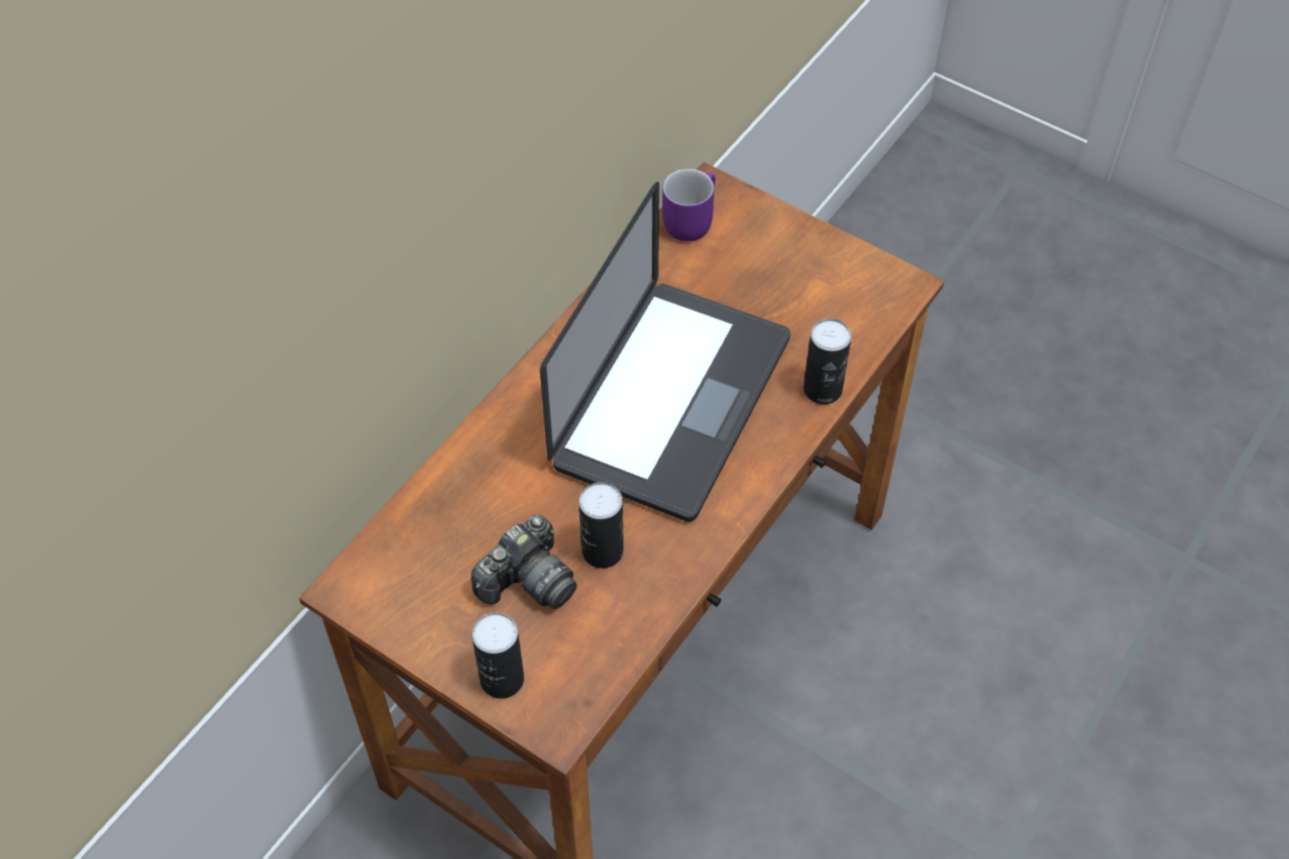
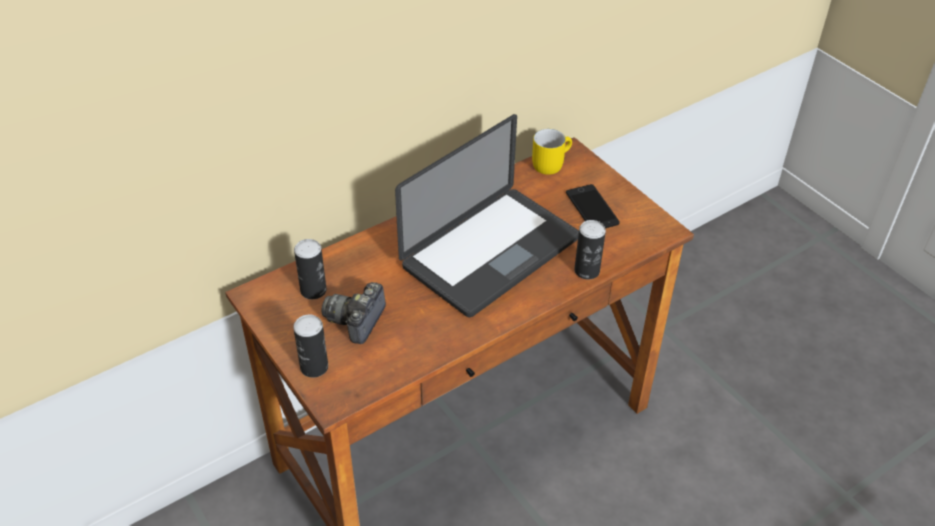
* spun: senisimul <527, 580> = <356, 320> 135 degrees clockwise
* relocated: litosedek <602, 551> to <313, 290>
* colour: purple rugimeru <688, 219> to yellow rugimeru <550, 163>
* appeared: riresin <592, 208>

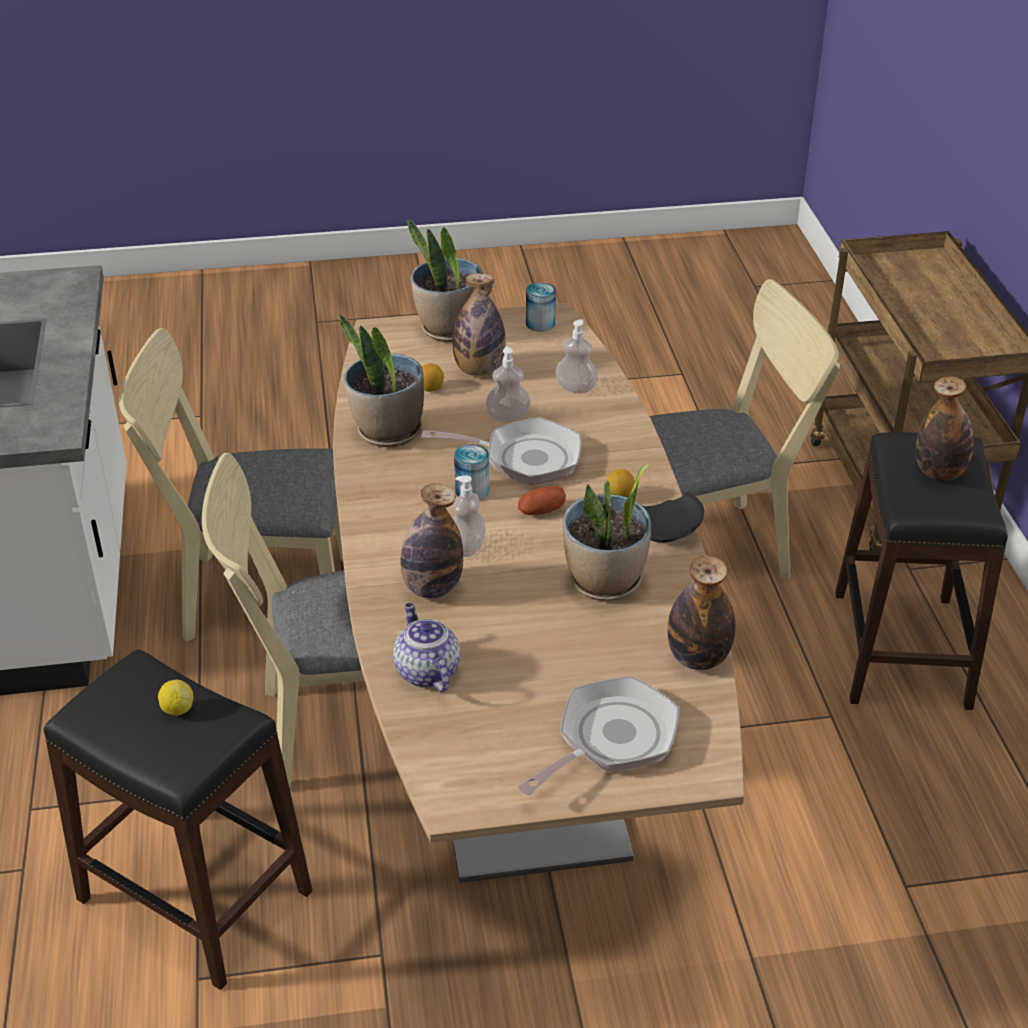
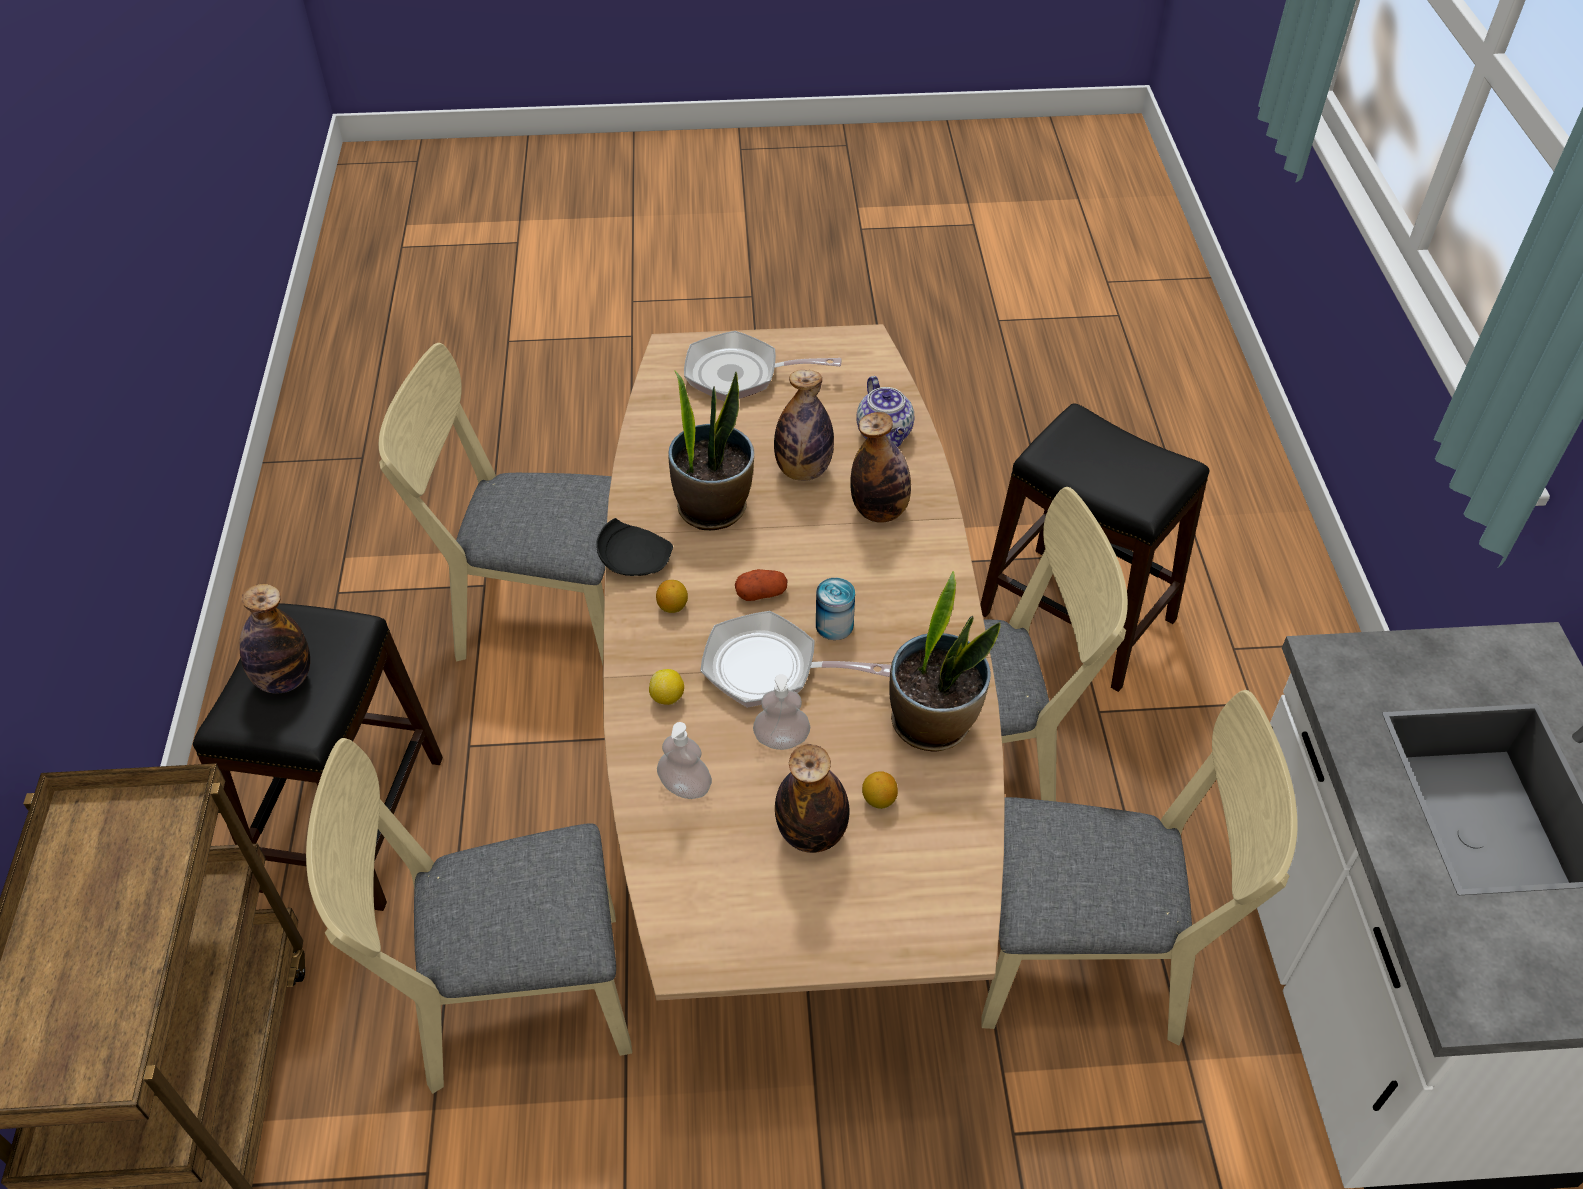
* relocated: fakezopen <177, 709> to <668, 697>
* missing: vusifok <449, 330>
* missing: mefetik <467, 547>
* spun: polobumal <610, 739> = <740, 374> 45 degrees clockwise
* missing: litosedek <540, 323>
* relocated: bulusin <698, 658> to <803, 470>
* appeared: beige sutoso <534, 615>

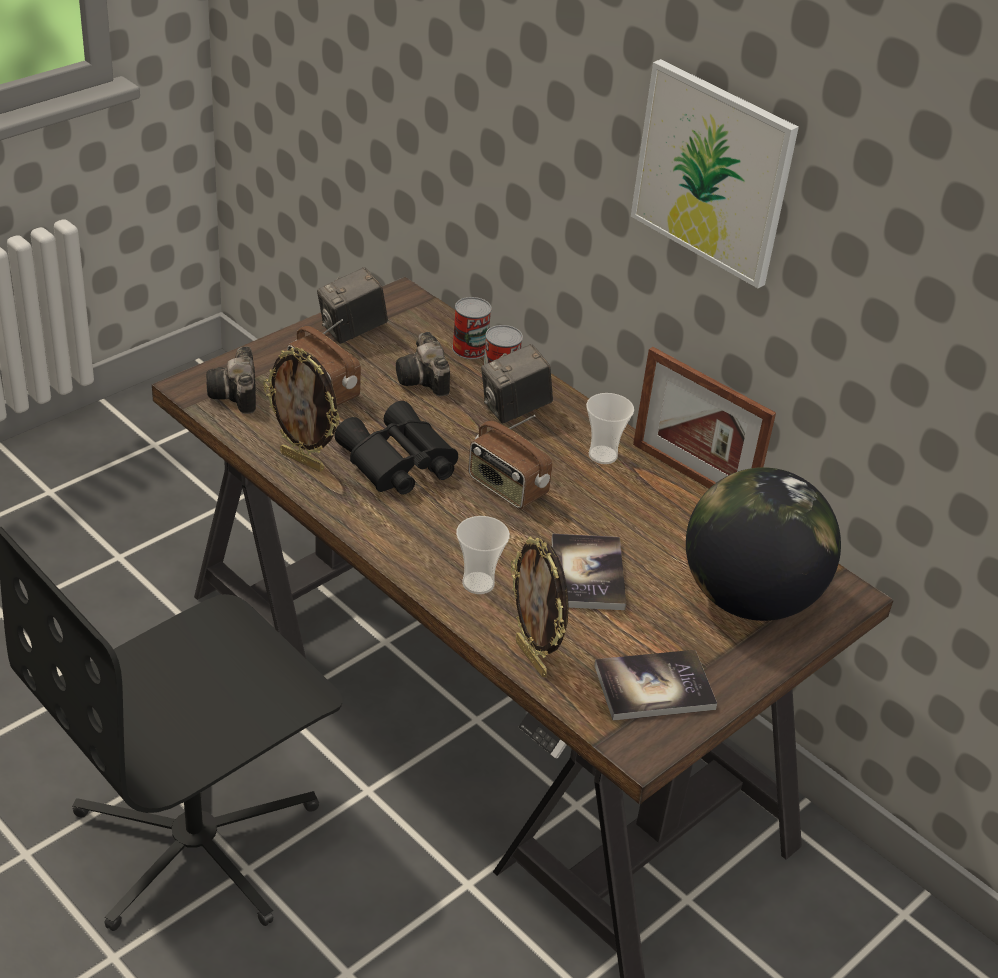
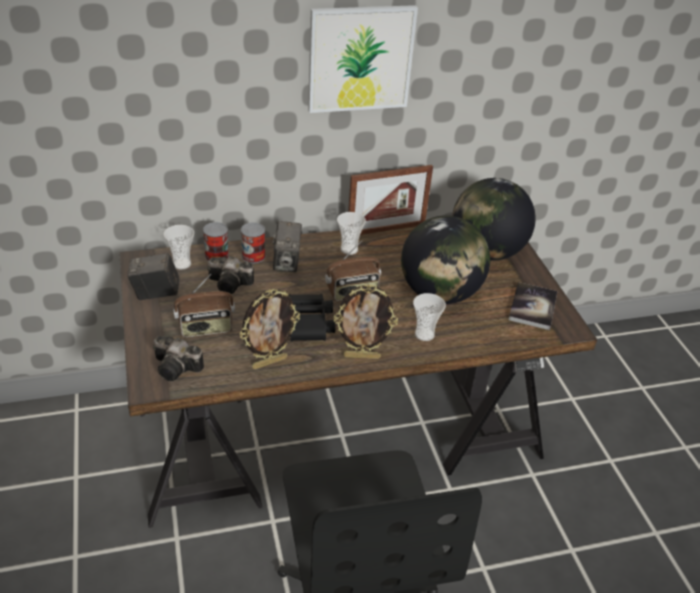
* spun: senisimul <352, 331> = <156, 293> 90 degrees clockwise
* relocated: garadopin <532, 658> to <362, 356>
* exchanged: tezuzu <587, 574> to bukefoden <439, 294>
* appeared: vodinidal <181, 264>

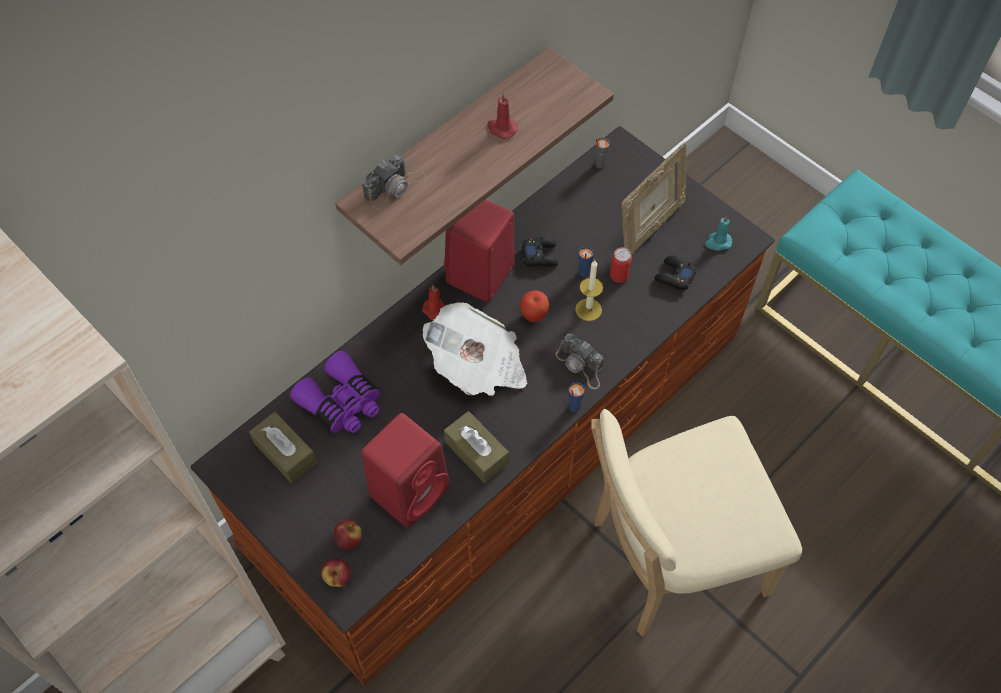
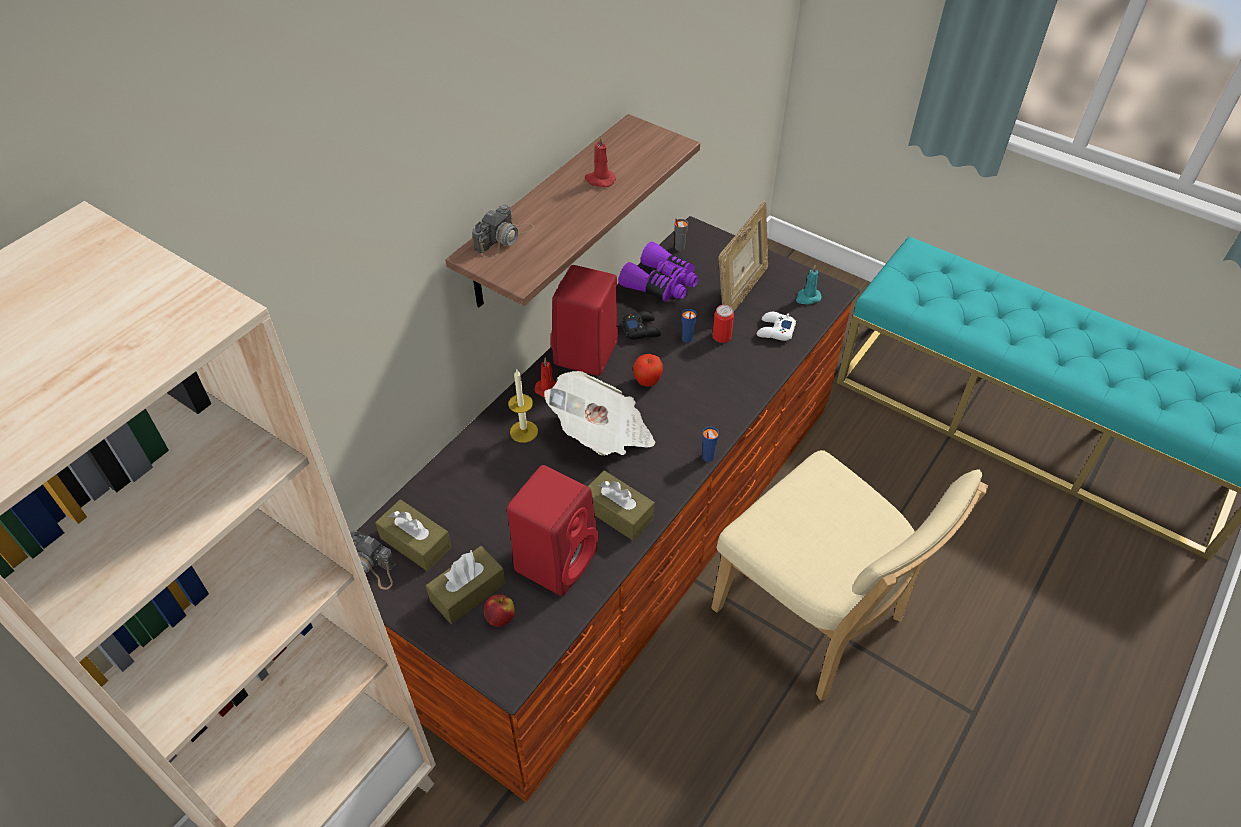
* relocated: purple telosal <342, 403> to <661, 284>
* missing: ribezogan <338, 577>
* relocated: senisimul <580, 365> to <371, 565>
* relocated: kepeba <588, 309> to <524, 431>
* spun: beige sutoso <670, 558> = <815, 619> 105 degrees counterclockwise
* colour: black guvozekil <674, 276> to white guvozekil <775, 330>
* appeared: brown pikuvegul <468, 592>

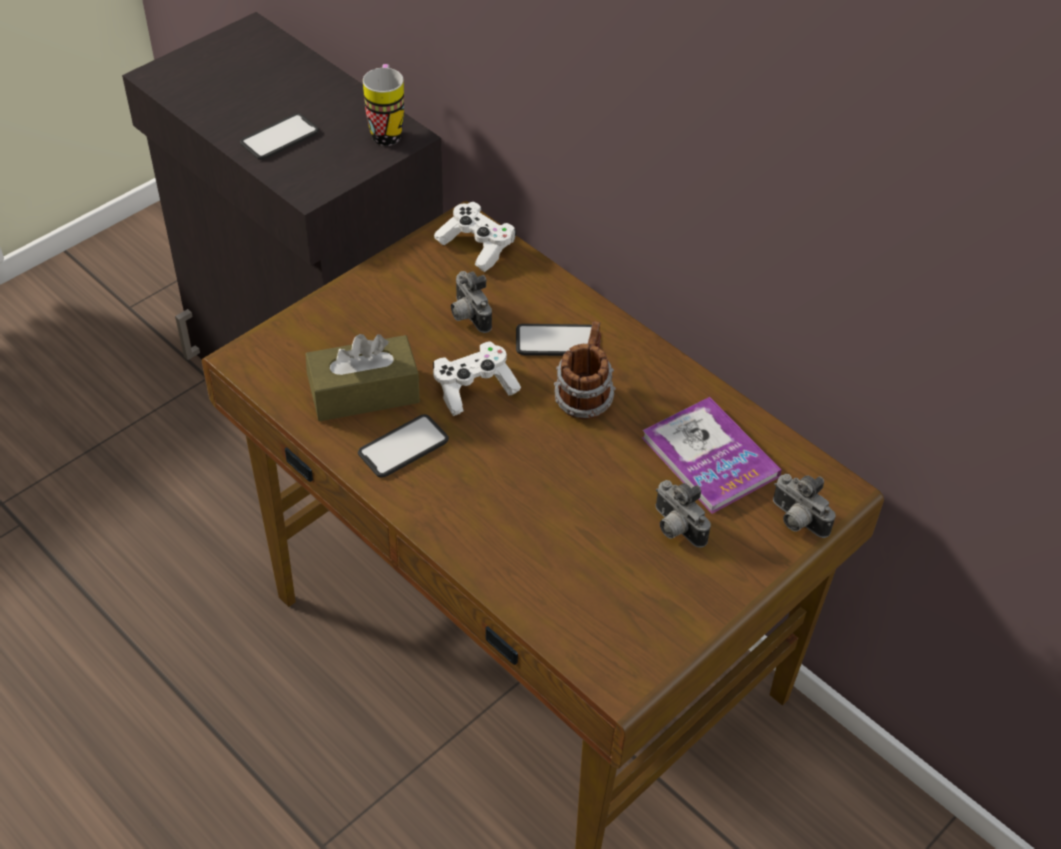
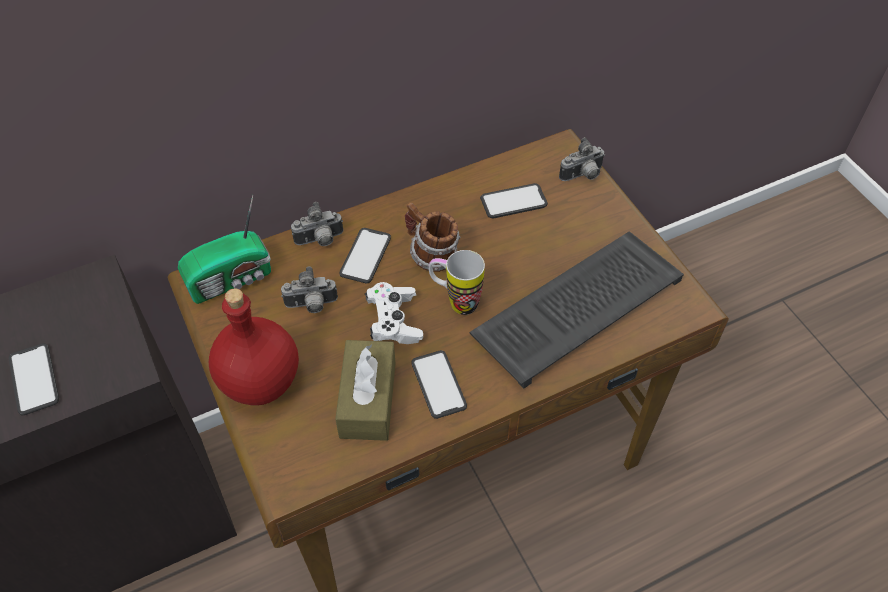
* relocated: rugimeru <387, 131> to <455, 301>
* exchanged: white guvozekil <476, 246> to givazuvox <232, 279>
* exchanged: tezuzu <709, 457> to riresin <513, 202>
* relocated: senisimul <675, 528> to <320, 240>
* appeared: red bulusin <262, 380>
* appeared: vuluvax <578, 305>

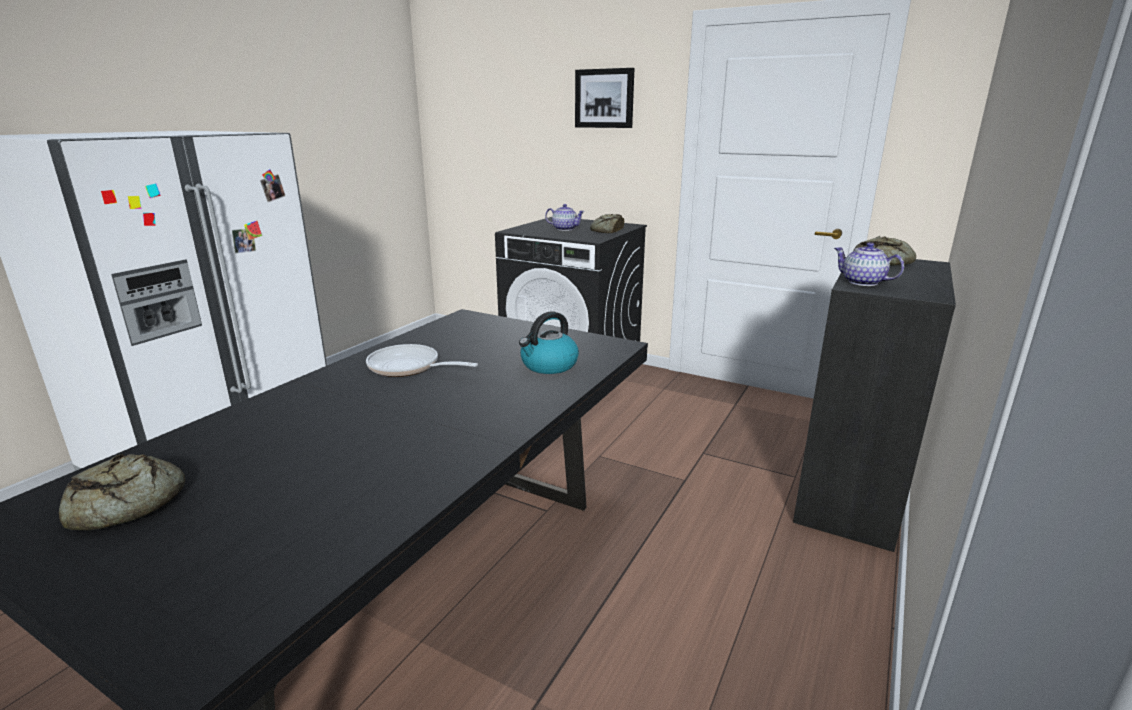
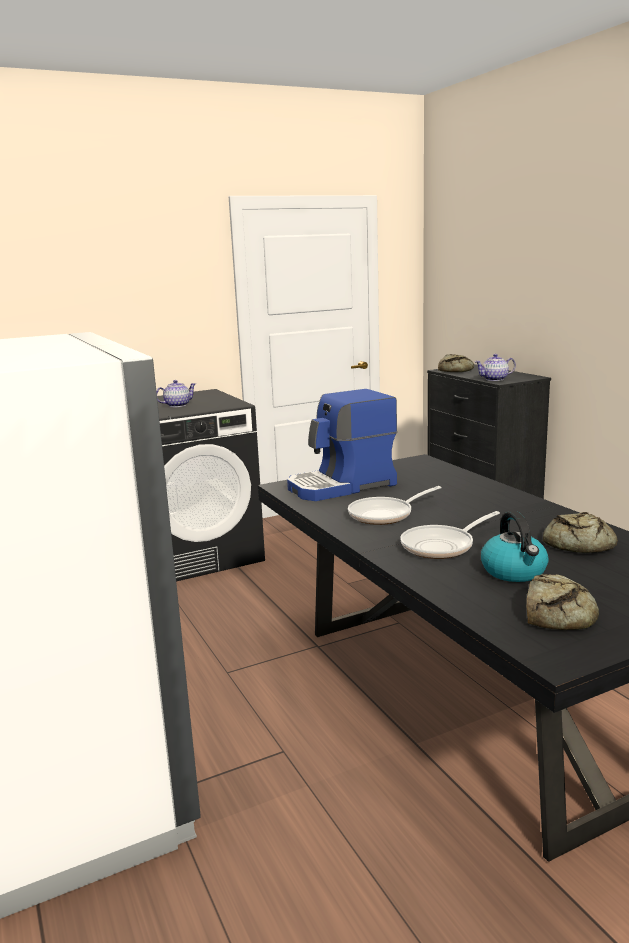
* relocated: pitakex <548, 365> to <514, 571>
* missing: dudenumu <604, 98>
* relocated: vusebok <607, 231> to <576, 543>
* appeared: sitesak <342, 486>
* appeared: polobumal <442, 546>

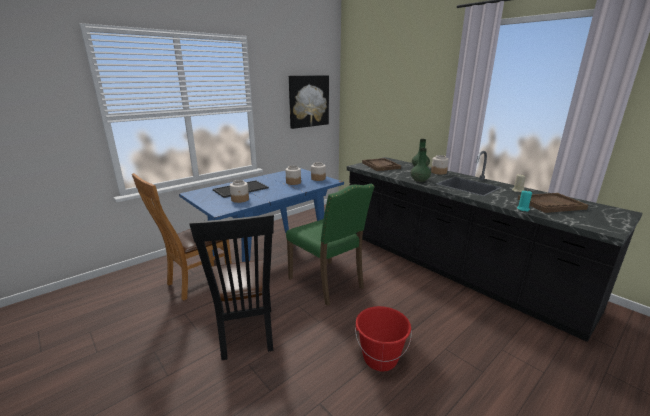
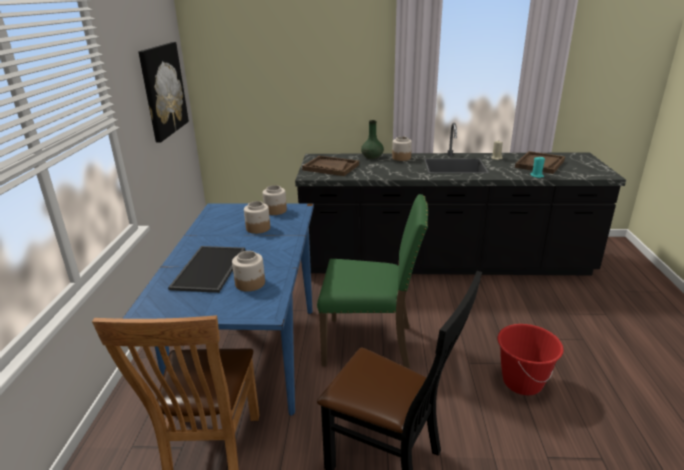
* missing: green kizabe <419, 180>

